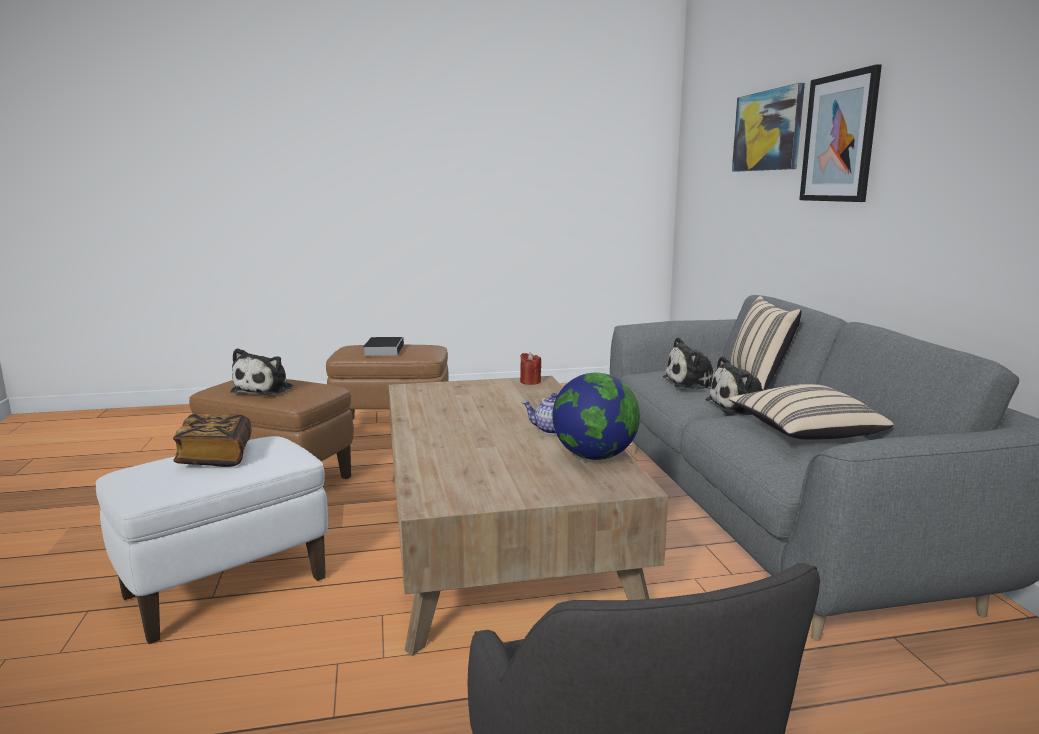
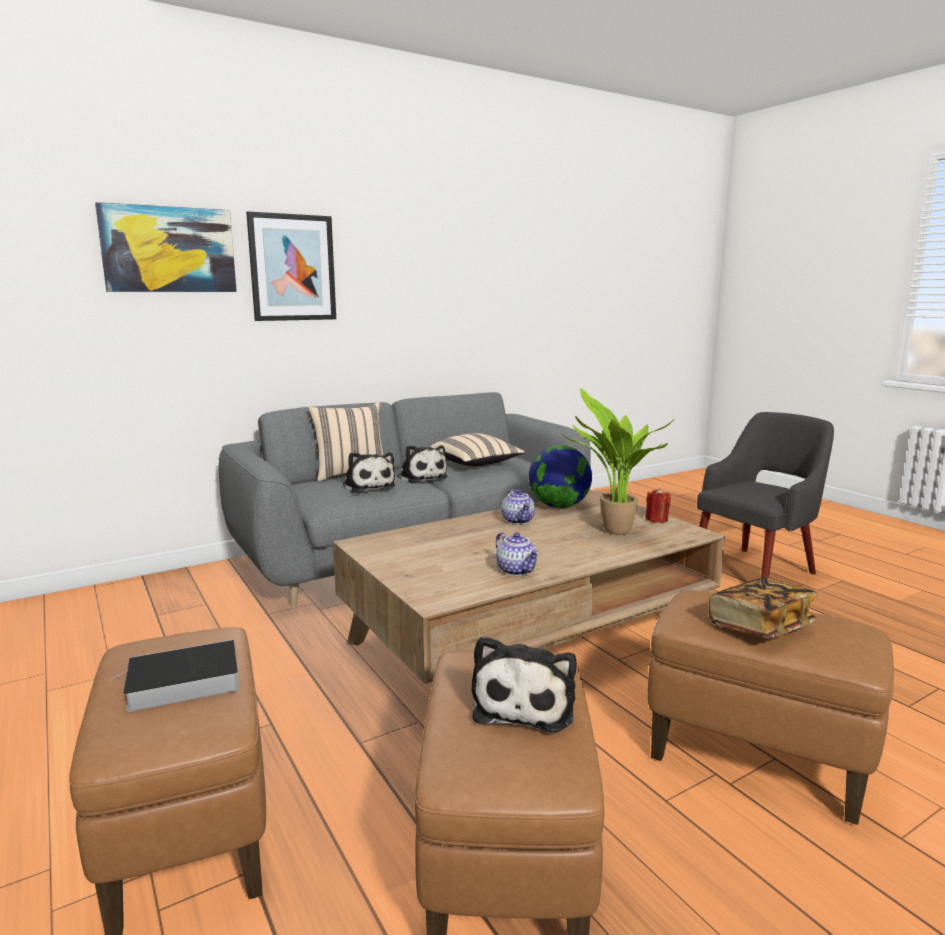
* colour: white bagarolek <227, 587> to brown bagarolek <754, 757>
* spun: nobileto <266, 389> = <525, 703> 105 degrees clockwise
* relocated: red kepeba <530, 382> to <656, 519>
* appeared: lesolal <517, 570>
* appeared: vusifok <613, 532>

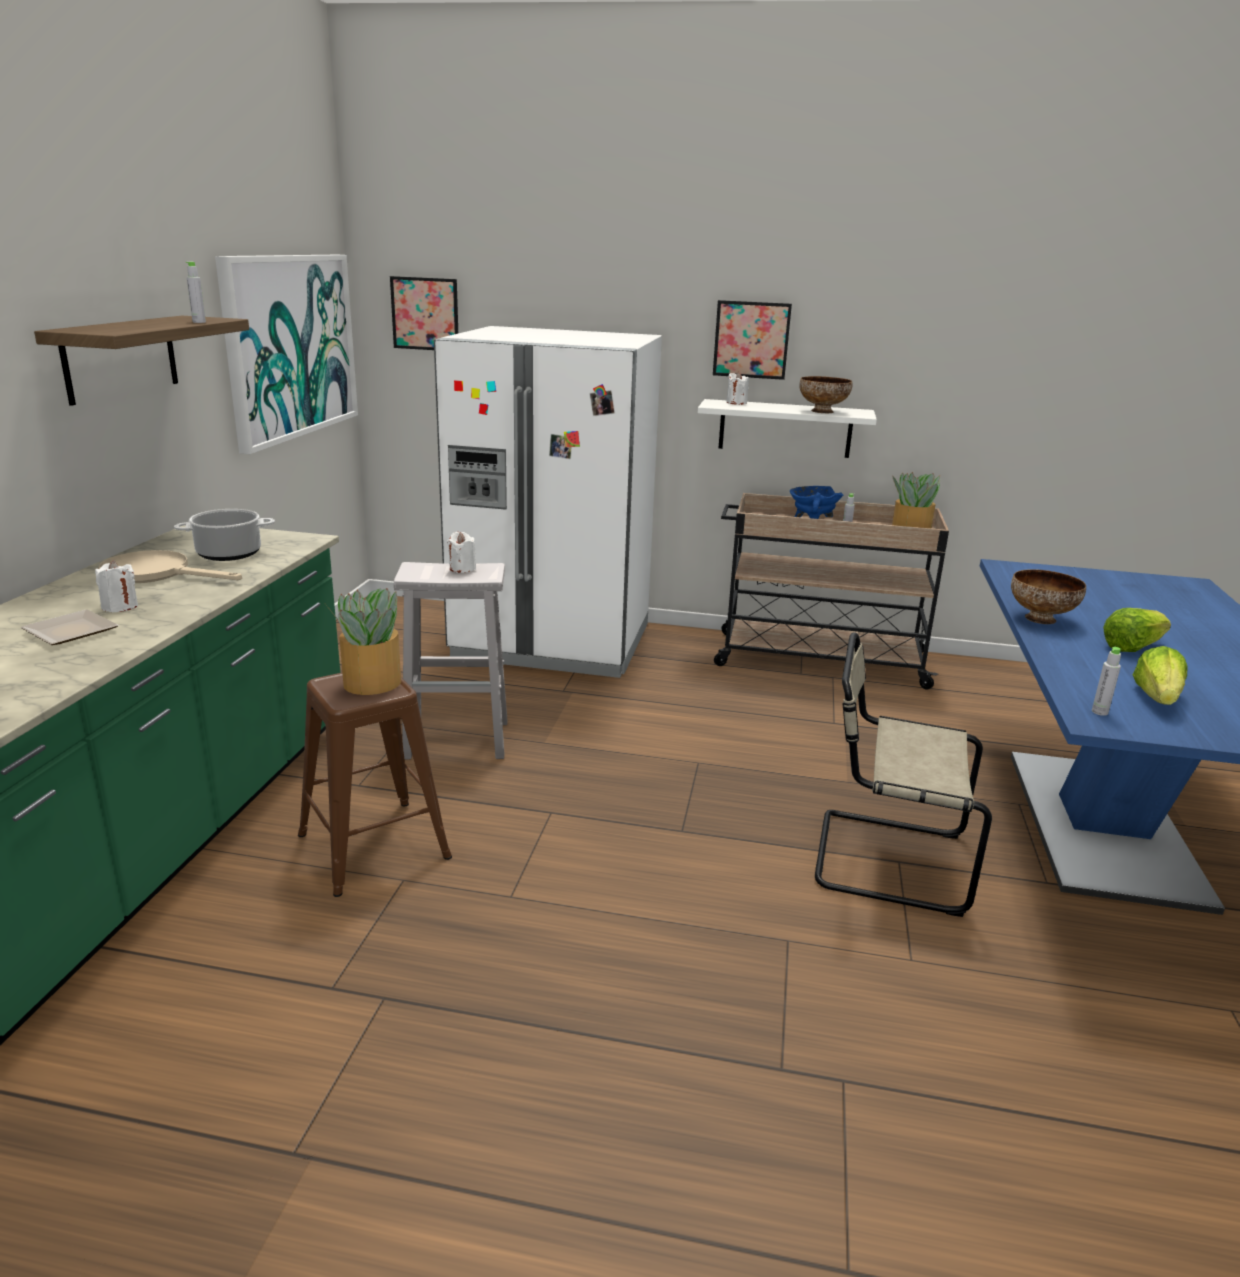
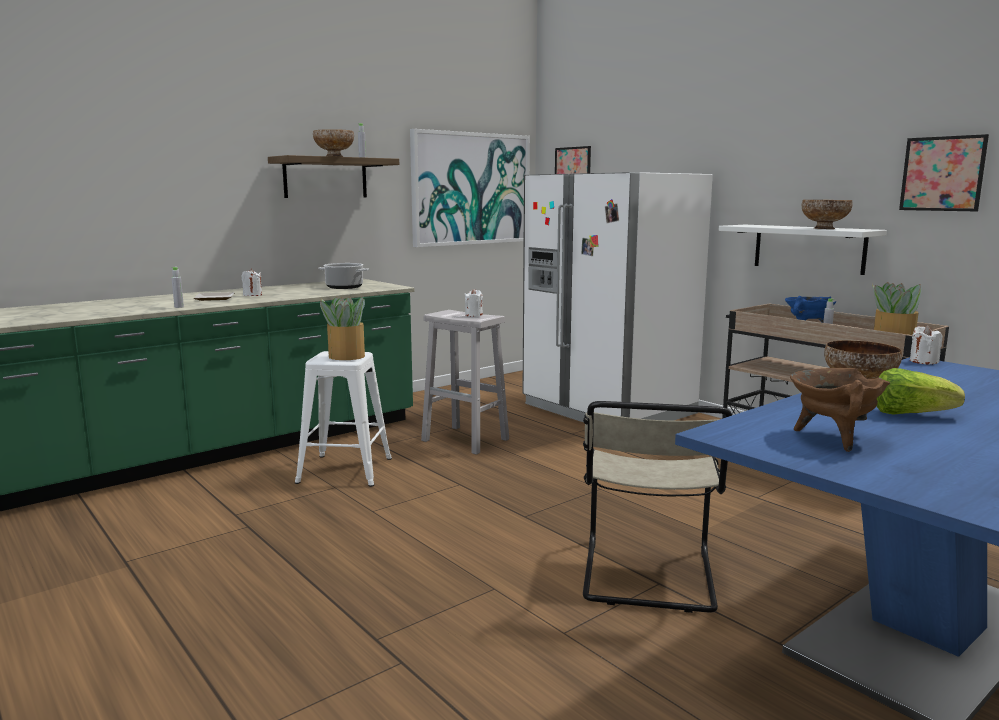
* missing: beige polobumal <157, 573>
* colour: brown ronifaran <374, 844> to white ronifaran <346, 470>
* relocated: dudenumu <751, 340> to <942, 174>
* relocated: white kepeba <736, 403> to <923, 361>
* spun: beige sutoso <883, 859> = <648, 578> 135 degrees counterclockwise
* relocated: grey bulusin <1099, 712> to <179, 307>
* exchanged: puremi <1157, 698> to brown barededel <832, 438>
* appeared: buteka <334, 156>

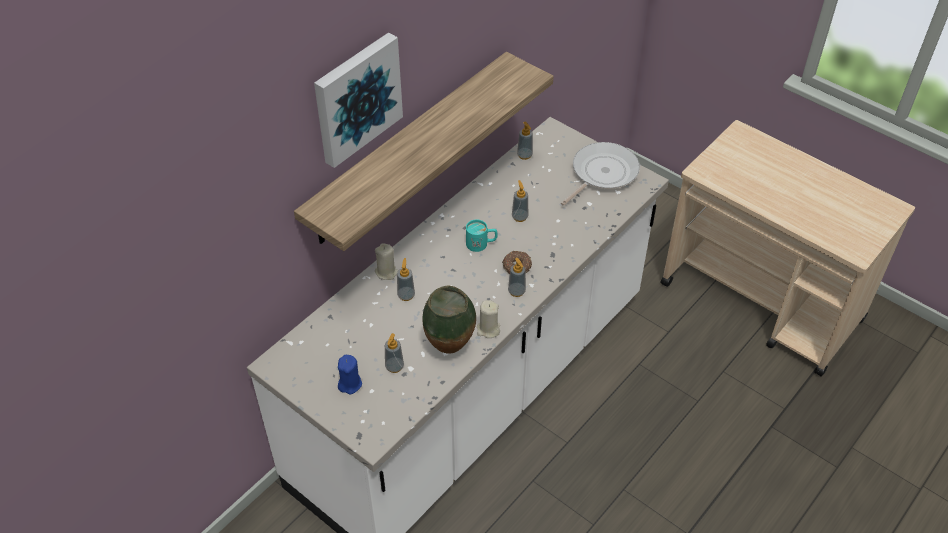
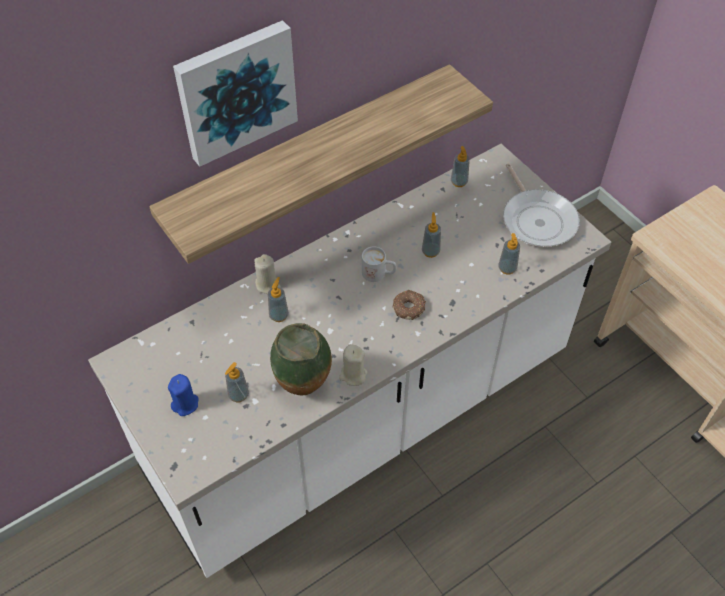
* colour: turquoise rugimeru <481, 244> to white rugimeru <378, 274>
* relocated: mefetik <516, 291> to <507, 268>
* spun: polobumal <601, 173> = <537, 219> 105 degrees clockwise

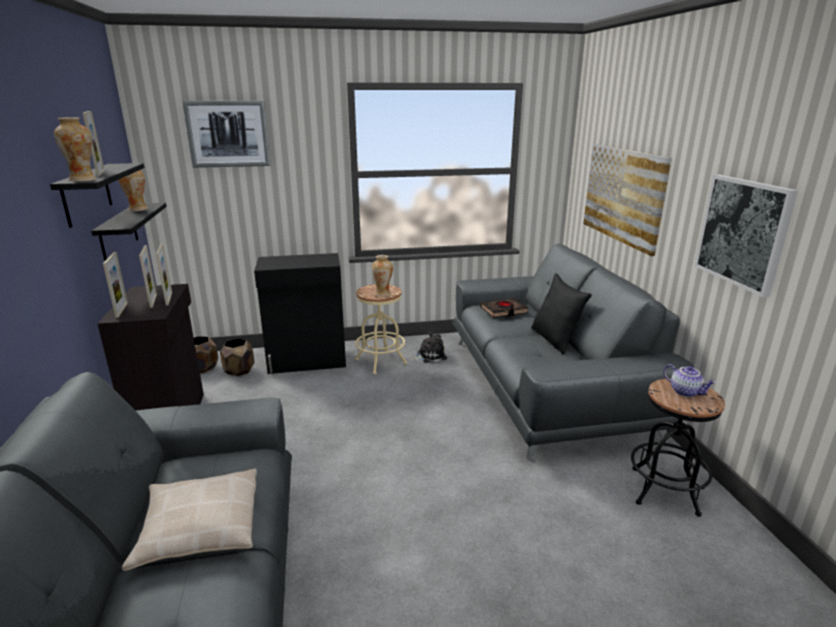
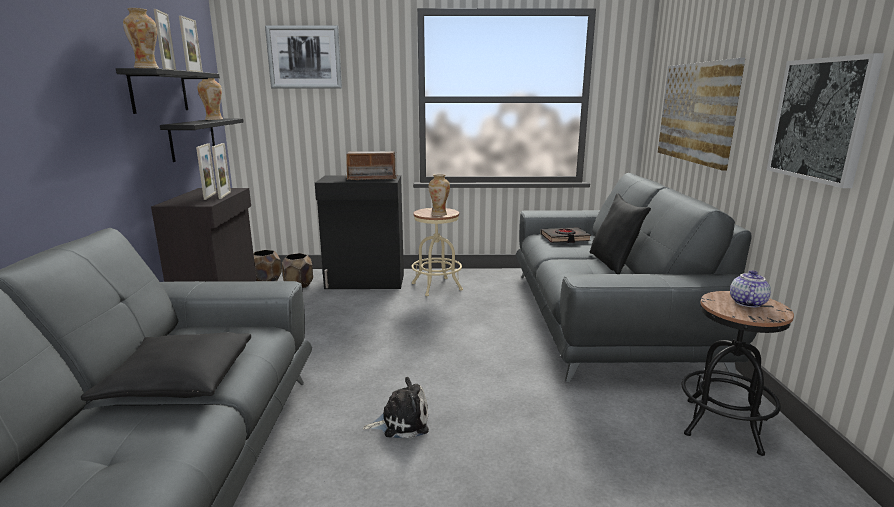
* relocated: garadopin <121, 310> to <195, 72>
* colour: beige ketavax <199, 527> to black ketavax <178, 379>
* relocated: nobileto <429, 356> to <401, 422>
* spun: lesolal <685, 392> = <746, 303> 120 degrees counterclockwise
* appeared: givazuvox <372, 178>

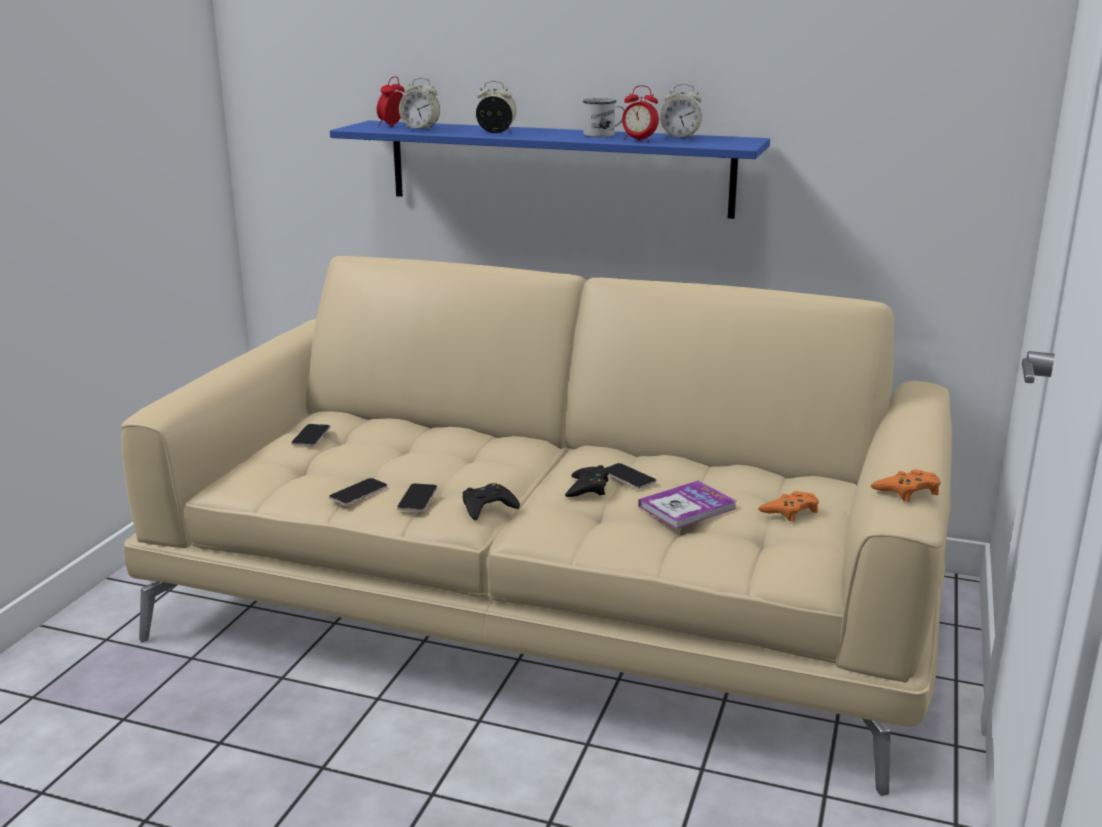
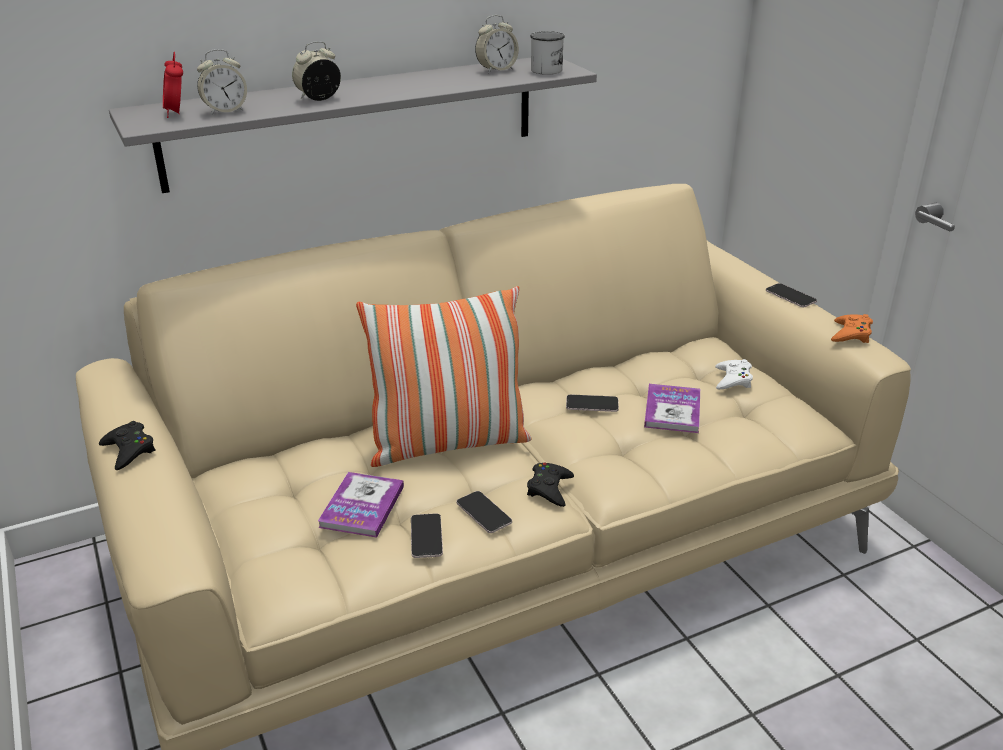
* relocated: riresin <311, 436> to <790, 296>
* colour: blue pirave <557, 168> to grey pirave <354, 121>
* relocated: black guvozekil <587, 488> to <129, 450>
* relocated: white rugimeru <604, 135> to <548, 69>
* missing: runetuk <638, 140>
* colour: orange guvozekil <790, 511> to white guvozekil <733, 379>
* appeared: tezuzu <362, 506>
* appeared: ketavax <448, 443>

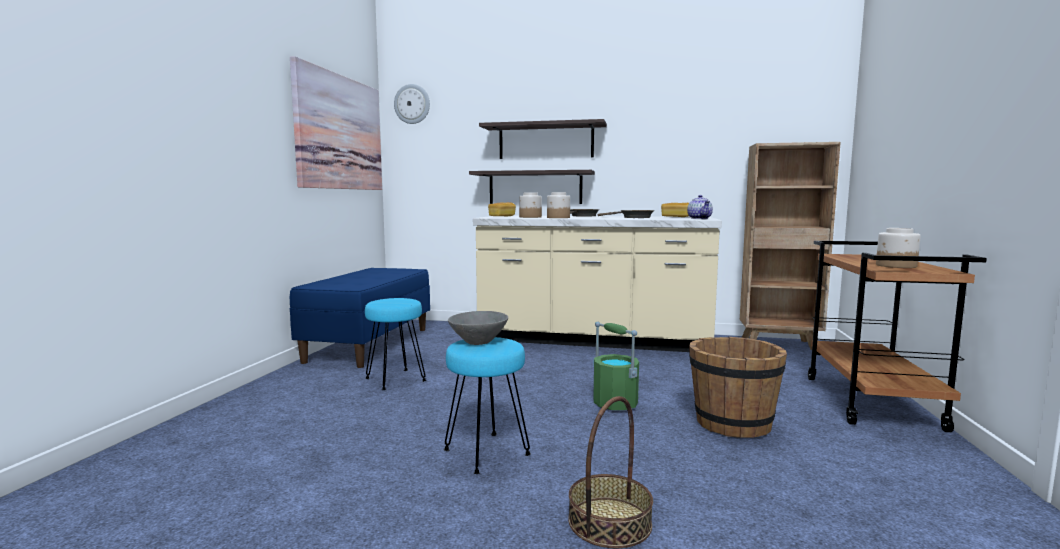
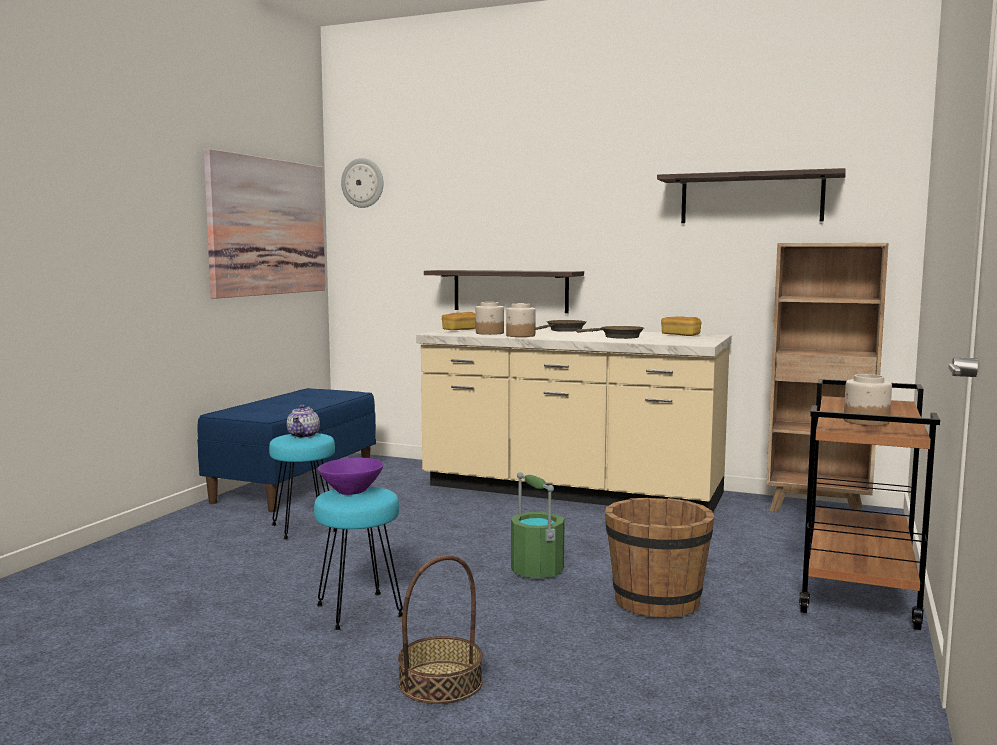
* colour: grey buteka <477, 342> to purple buteka <350, 491>
* relocated: pirave <546, 141> to <751, 198>
* relocated: lesolal <700, 218> to <304, 435>

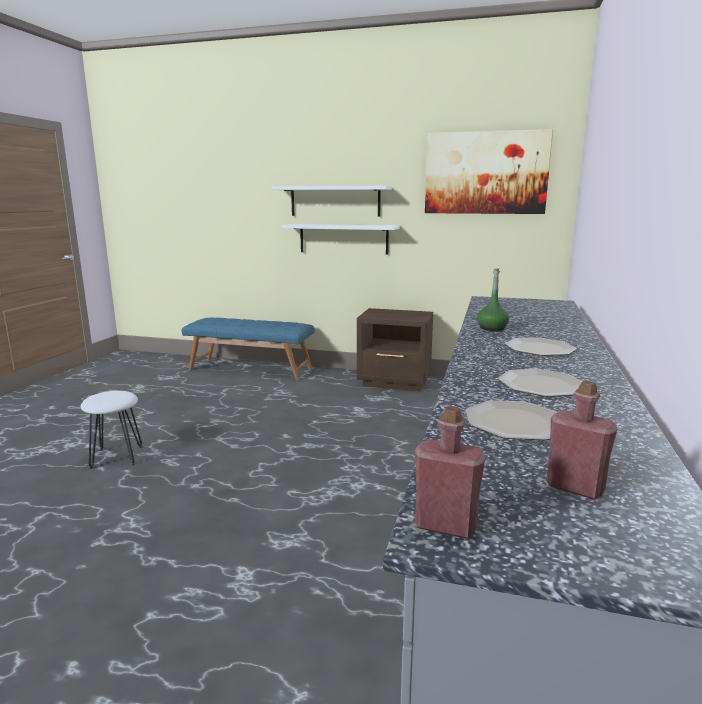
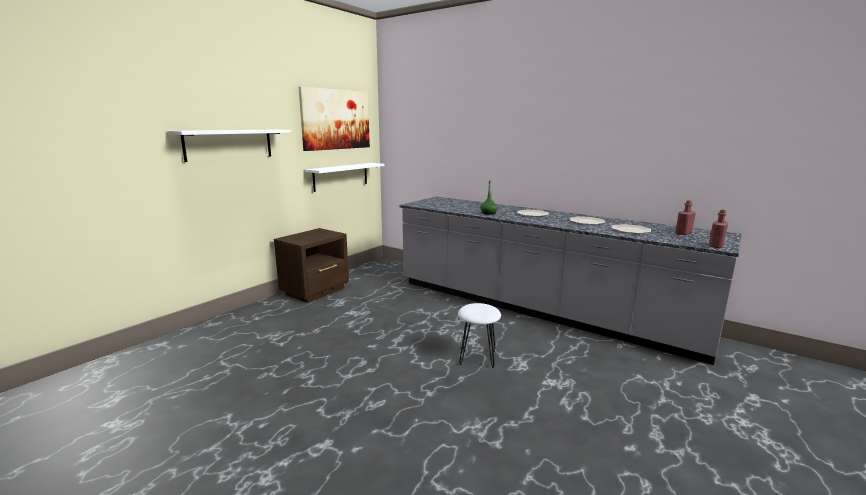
* relocated: white ronifaran <117, 456> to <477, 357>
* missing: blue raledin <251, 368>
* relocated: white pirave <343, 239> to <341, 176>

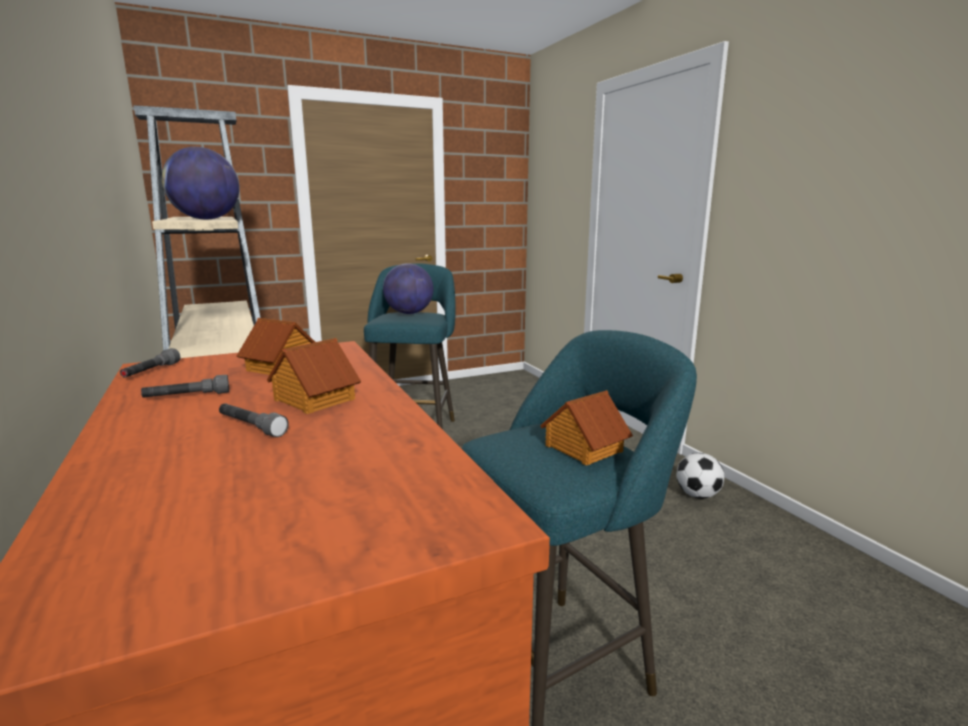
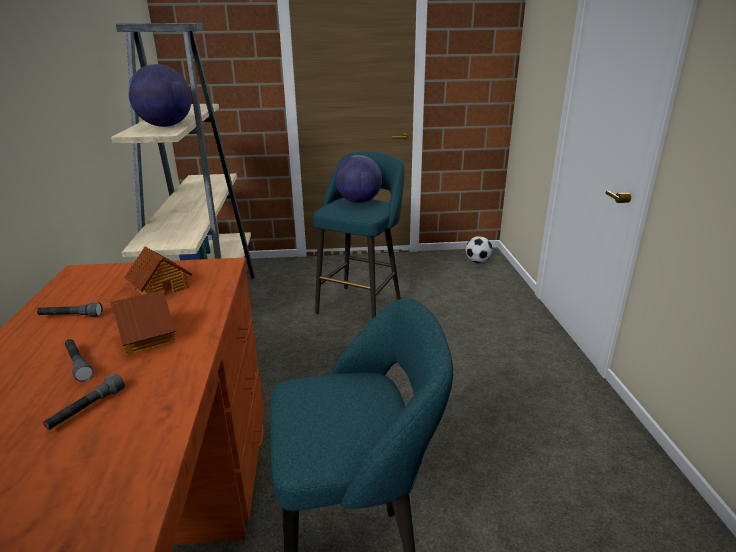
* relocated: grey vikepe <151, 372> to <87, 409>
* missing: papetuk <583, 448>
* relocated: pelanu <697, 495> to <477, 261>

